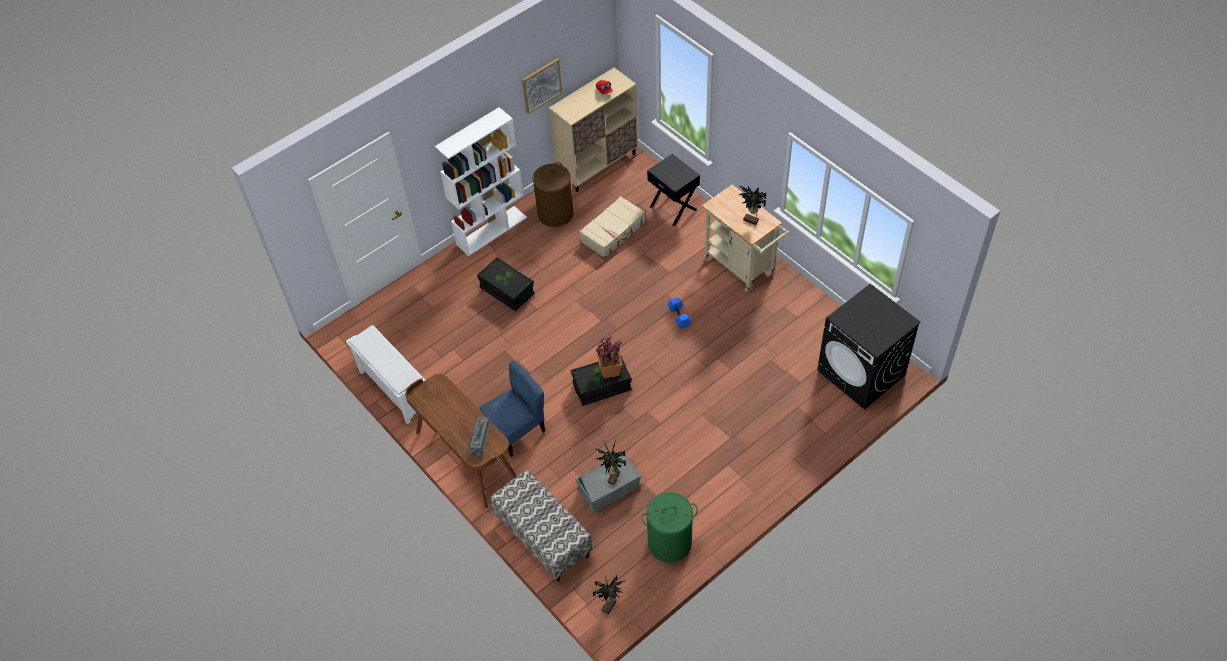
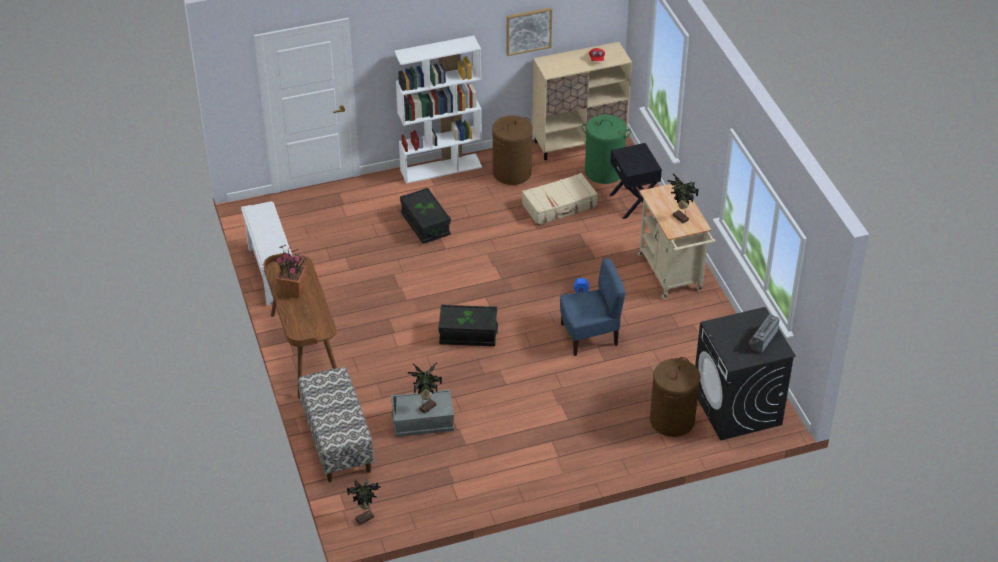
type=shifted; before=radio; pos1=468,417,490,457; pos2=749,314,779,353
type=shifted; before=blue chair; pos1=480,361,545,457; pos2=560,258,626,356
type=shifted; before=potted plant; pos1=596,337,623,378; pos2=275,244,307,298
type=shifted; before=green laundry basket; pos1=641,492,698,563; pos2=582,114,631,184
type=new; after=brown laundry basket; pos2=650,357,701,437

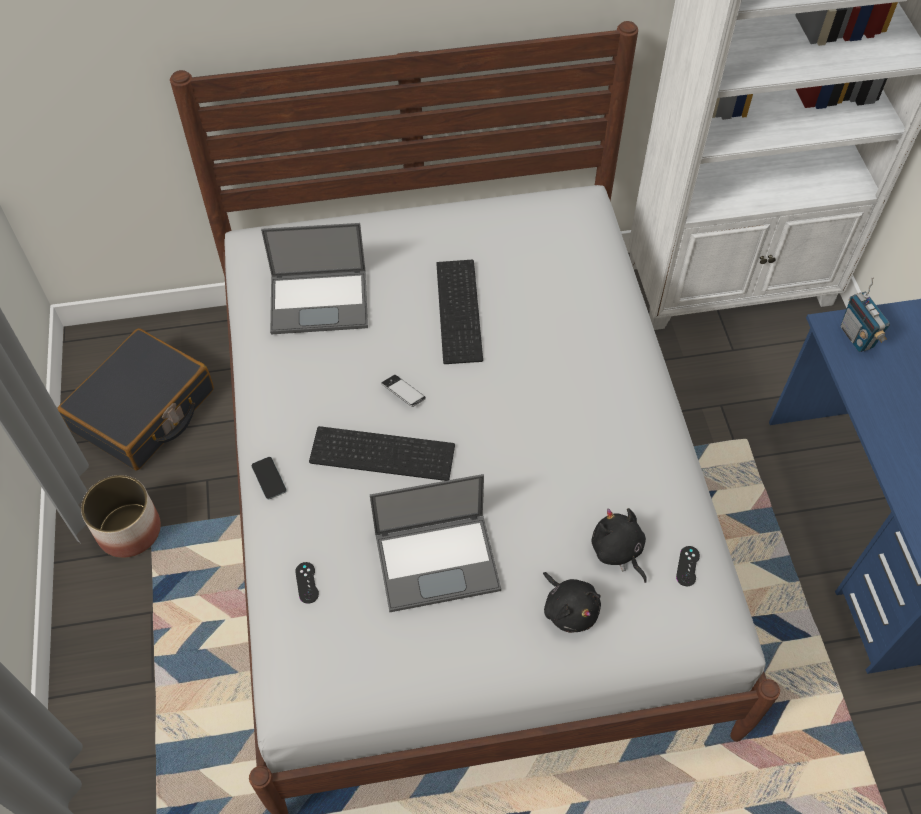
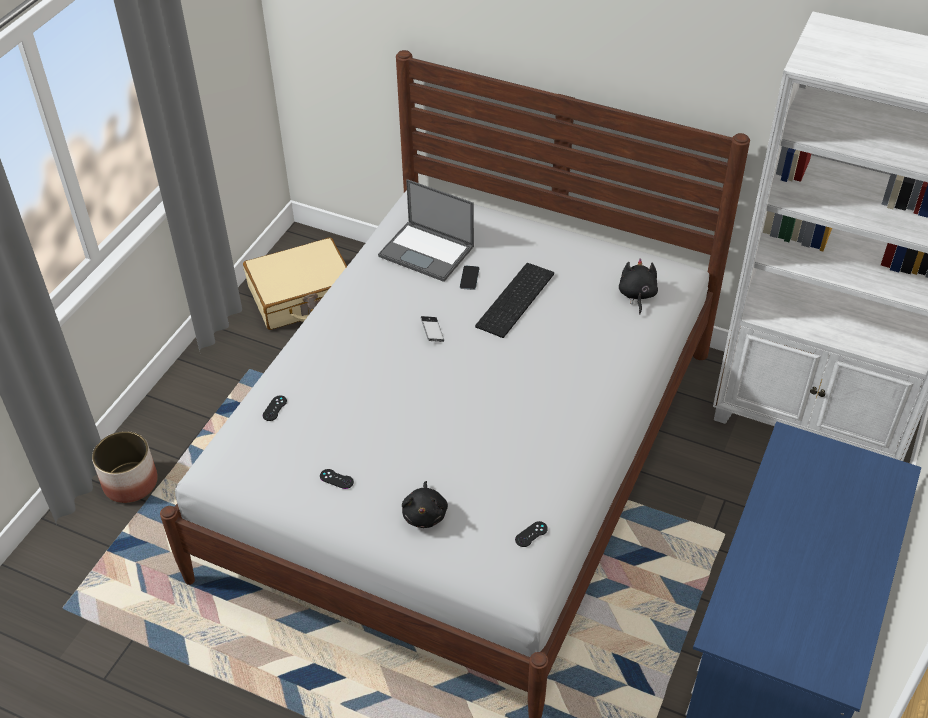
type=repainted; before=black suitcase; after=beige suitcase; pos1=57,328,214,470; pos2=243,238,347,330
type=shifted; before=planter; pos1=81,475,161,558; pos2=92,431,158,503
type=shifted; before=phone; pos1=251,457,287,499; pos2=460,266,479,290
type=gone; before=keyboard; pos1=309,426,455,481
type=gone; before=laptop; pos1=370,474,501,612
type=shifted; before=black plush toy; pos1=591,508,647,583; pos2=619,258,658,314
type=gone; before=radio; pos1=841,277,890,352
type=new; after=black game controller; pos2=320,469,354,489

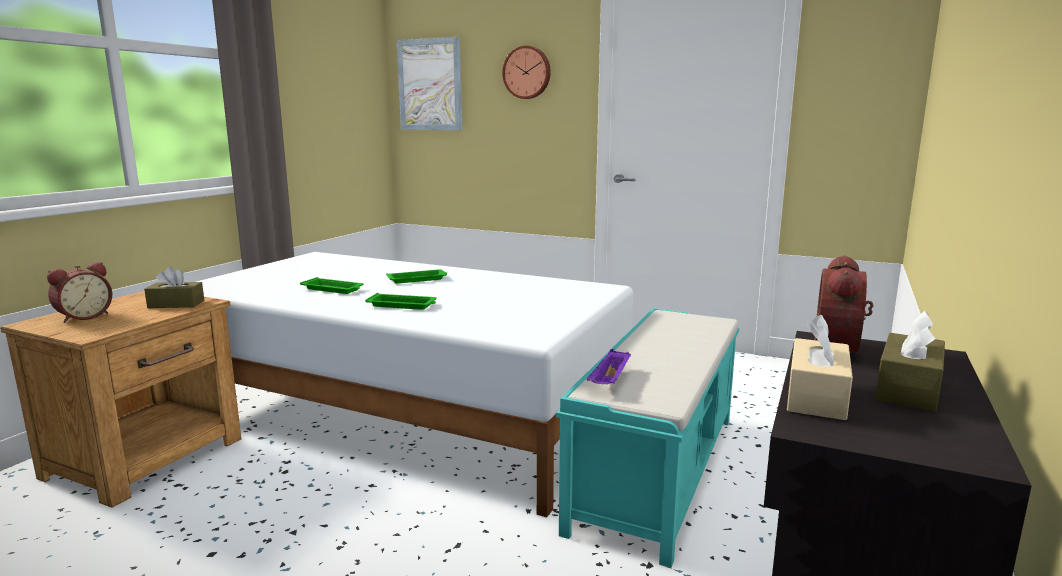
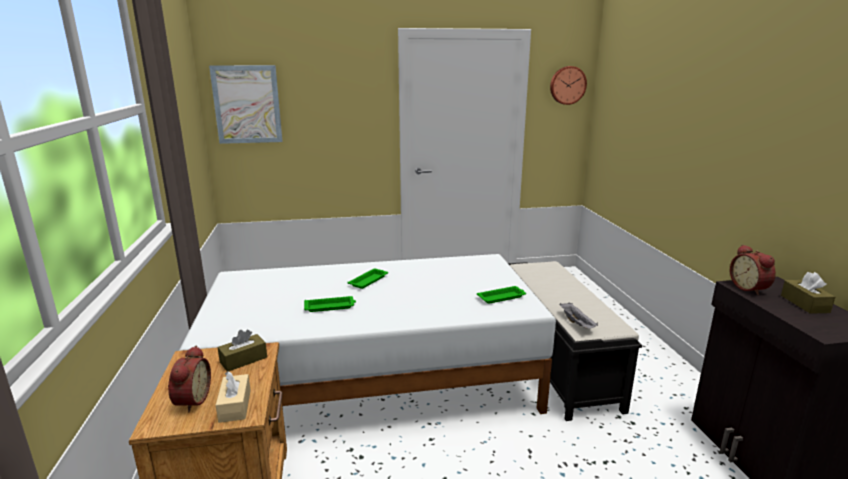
type=shifted; before=green tray; pos1=365,293,437,310; pos2=477,286,526,304
type=shifted; before=wall clock; pos1=502,45,551,99; pos2=550,66,587,105
type=repainted; before=turquoise bench; after=black bench; pos1=556,308,739,568; pos2=508,261,642,421
type=repainted; before=purple tray; after=grey tray; pos1=587,349,631,384; pos2=560,303,598,328
type=shifted; before=beige tissue box; pos1=787,315,853,420; pos2=215,371,251,423

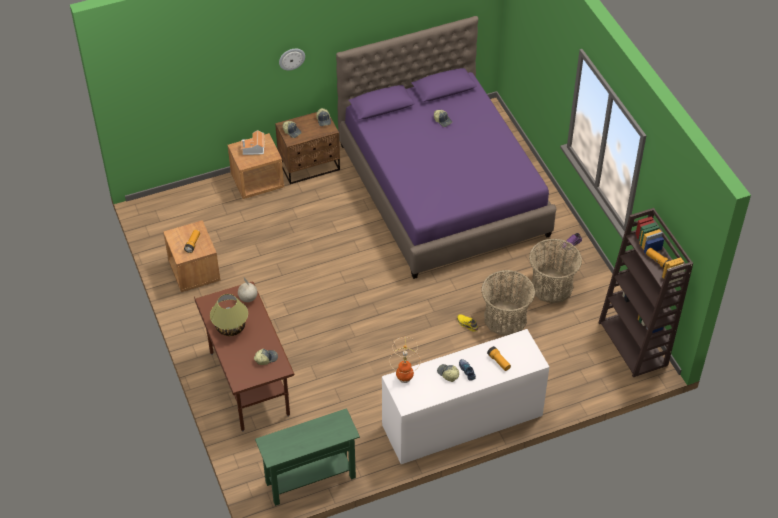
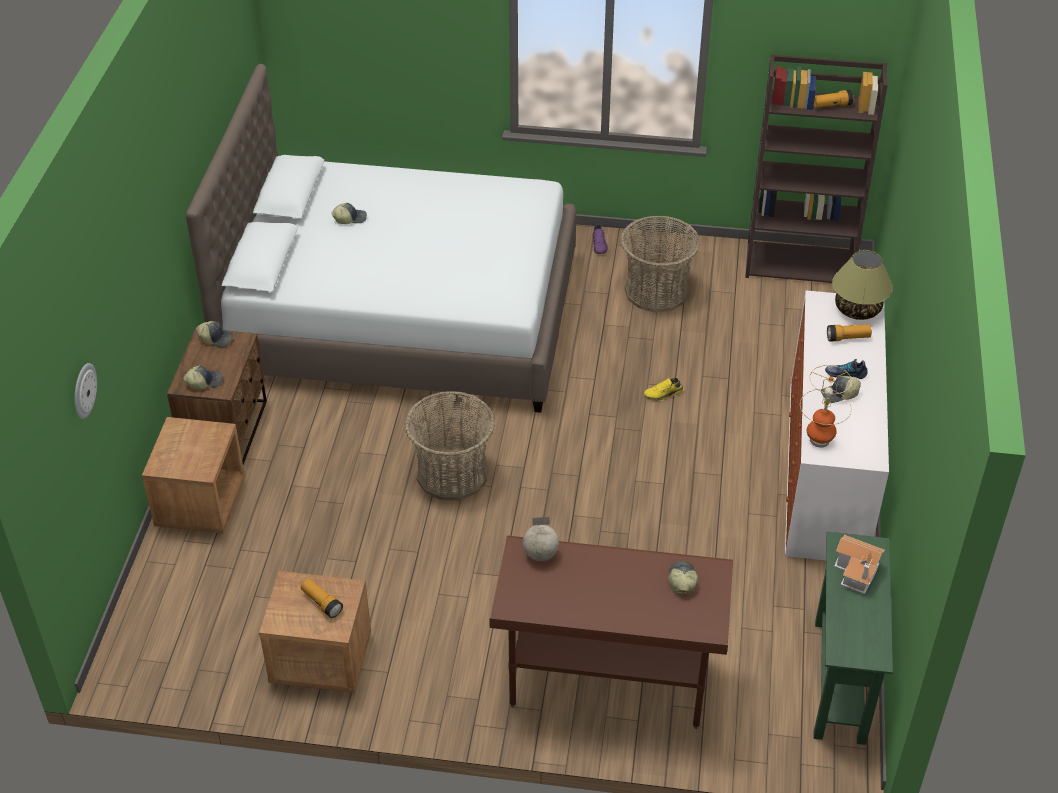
type=shifted; before=table lamp; pos1=210,294,248,336; pos2=832,250,893,320
type=shifted; before=toy house; pos1=241,130,264,155; pos2=834,535,885,595
type=shifted; before=wall clock; pos1=279,49,305,70; pos2=75,363,97,419
type=repainted; before=purple bed; after=white bed; pos1=336,16,556,279; pos2=186,64,576,413
type=shifted; before=basket; pos1=481,270,535,335; pos2=405,391,495,500

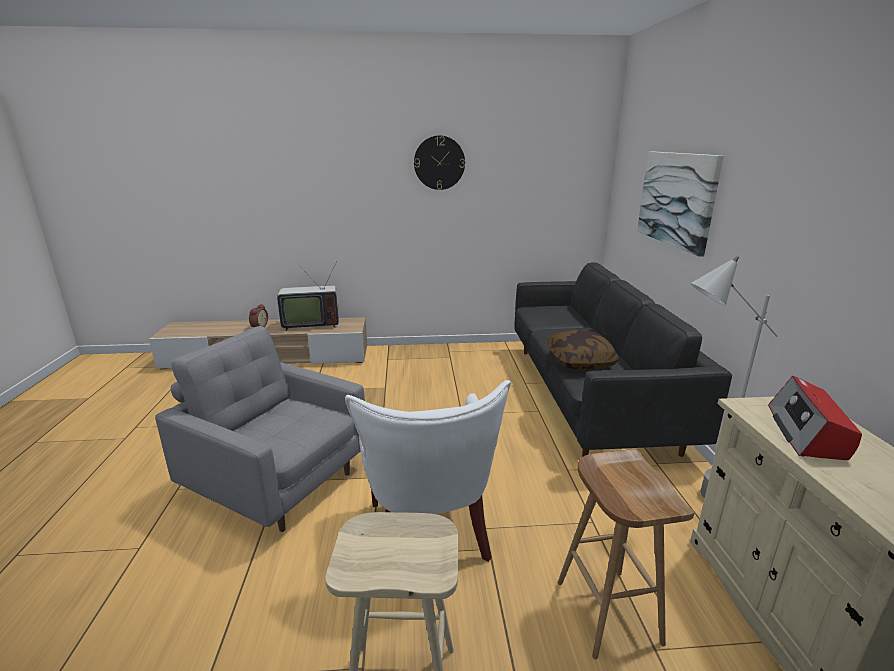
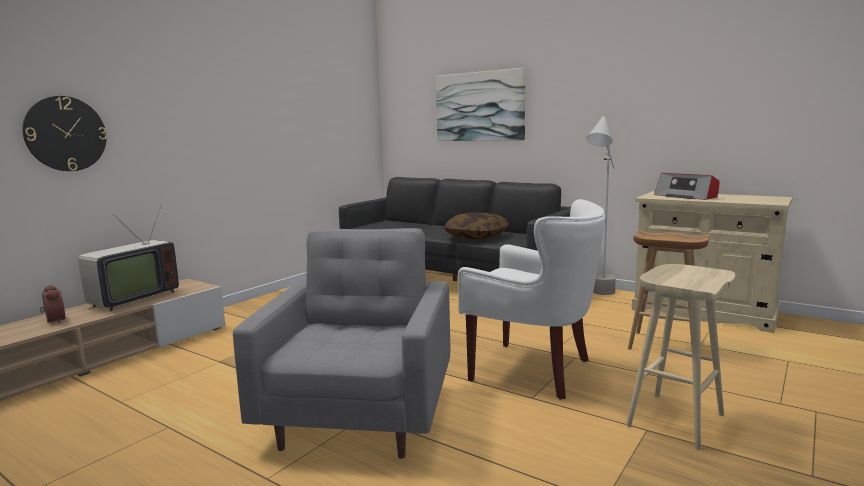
type=rotated; before=grey armchair; pos1=155,326,365,532; pos2=233,228,451,459; turn=120
type=shifted; before=wall clock; pos1=414,135,465,190; pos2=22,96,107,171

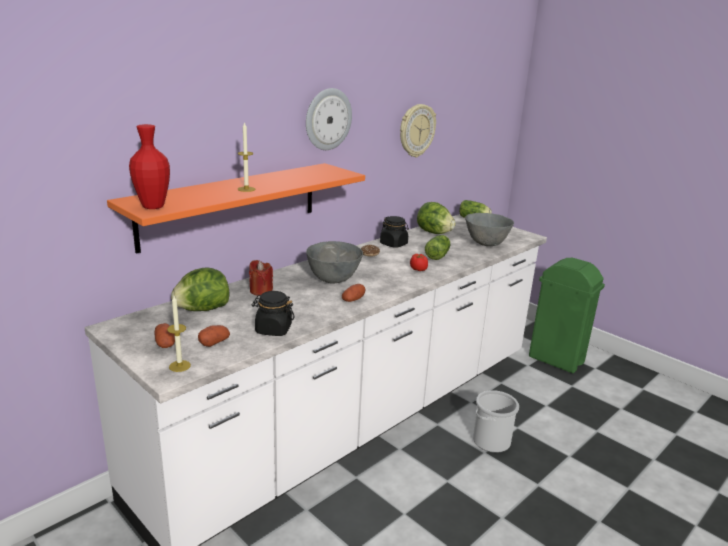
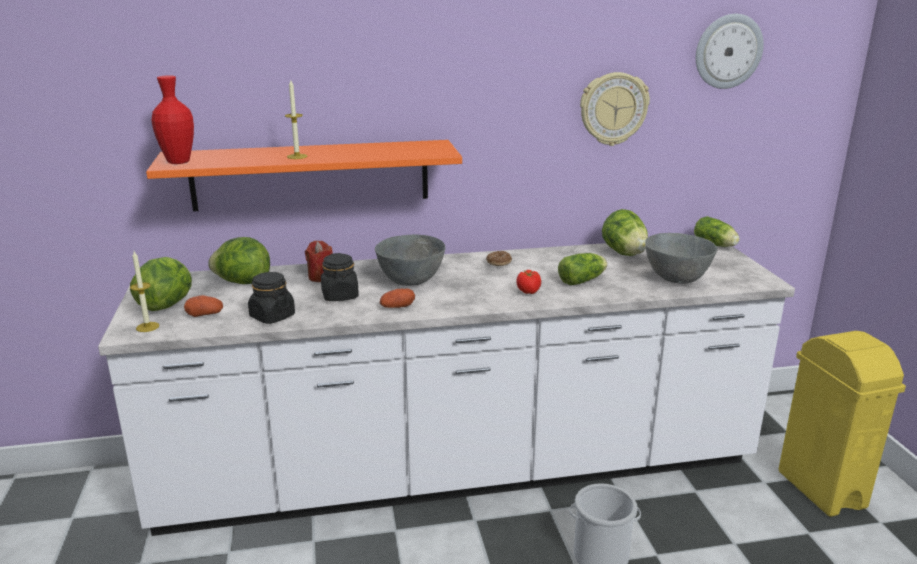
type=swapped; before=potato; after=lettuce; pos1=154,323,175,348; pos2=130,257,192,311
type=shifted; before=wall clock; pos1=306,88,352,150; pos2=696,14,764,89
type=shifted; before=black jar; pos1=380,216,409,248; pos2=321,253,359,301
type=repainted; before=green trash can; after=yellow trash can; pos1=529,258,605,373; pos2=779,331,906,517

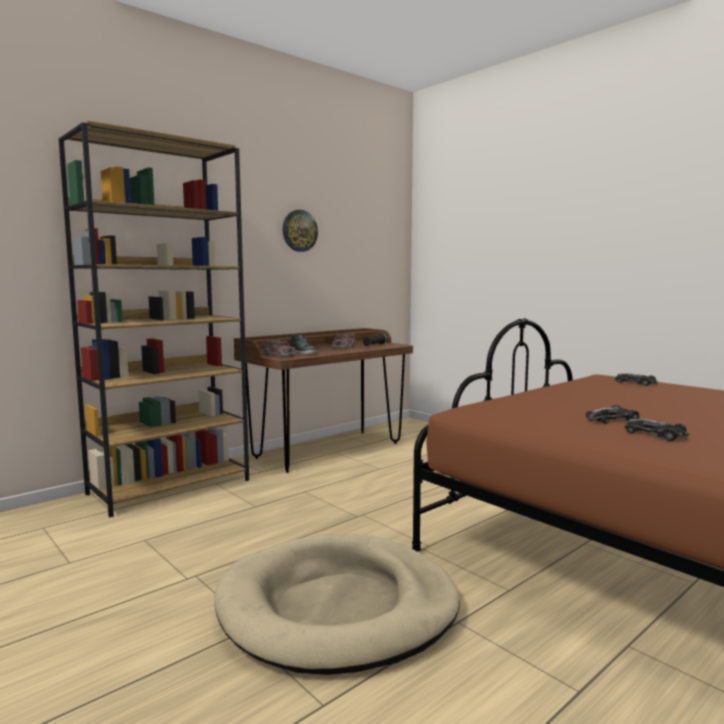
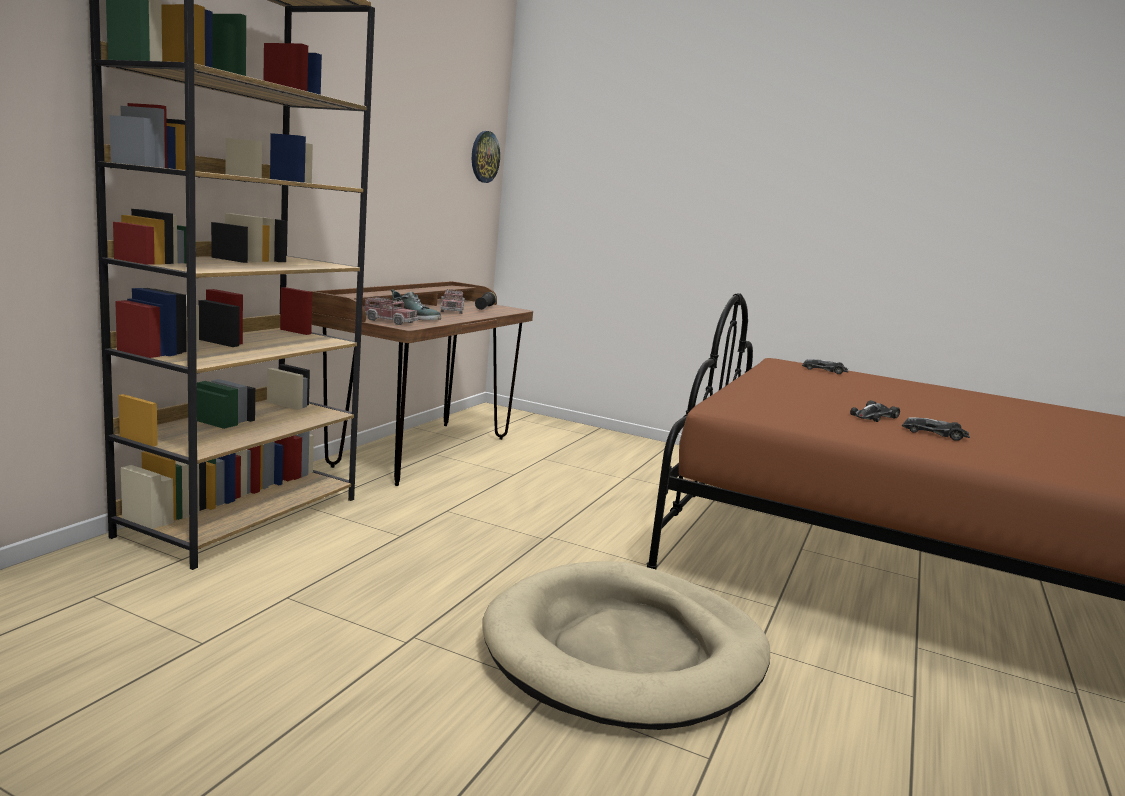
type=shifted; before=wall clock; pos1=282,210,318,252; pos2=472,131,500,183

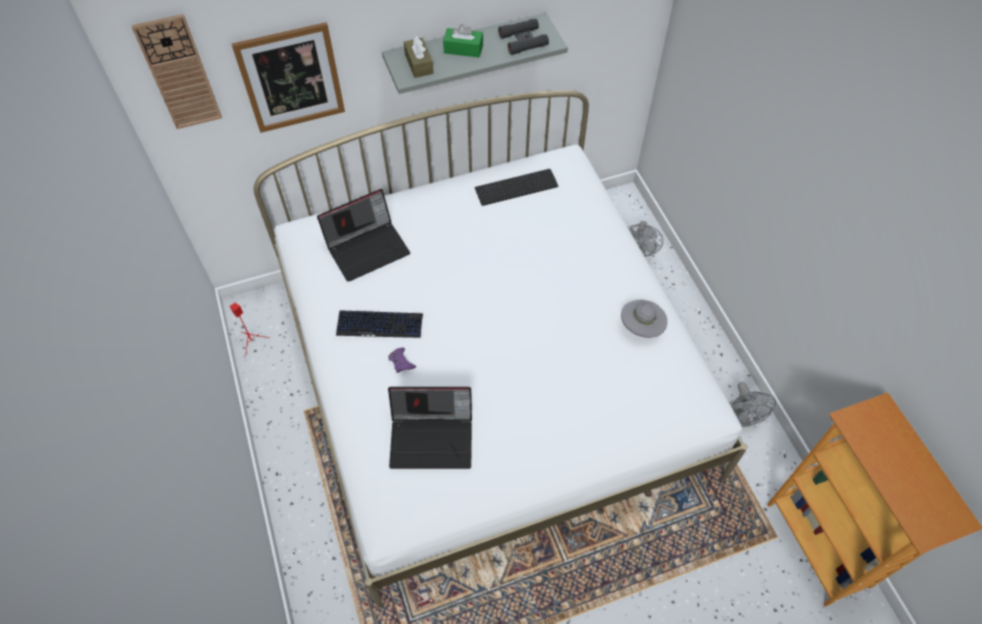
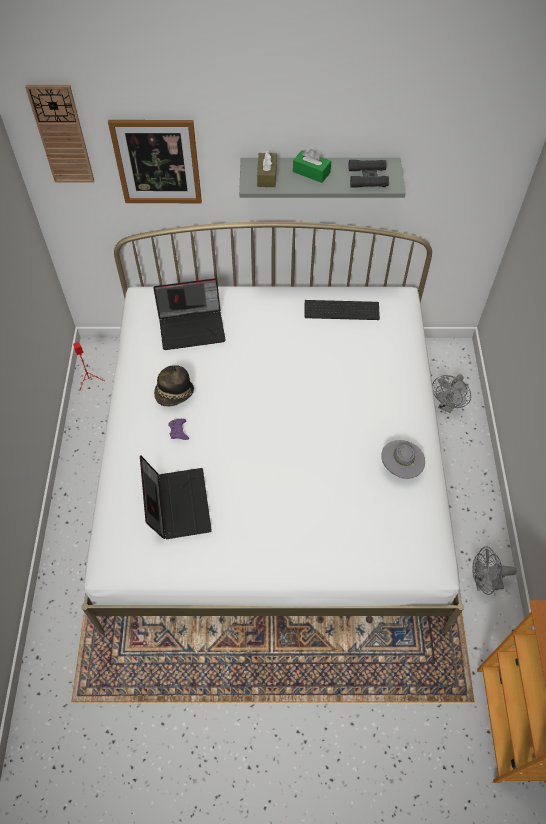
type=swapped; before=keyboard; after=hat; pos1=336,310,423,338; pos2=154,365,194,406
type=rotated; before=laptop; pos1=388,387,472,469; pos2=140,456,212,539; turn=-120
type=rotated; before=grey fan; pos1=729,382,776,427; pos2=472,546,517,595; turn=75

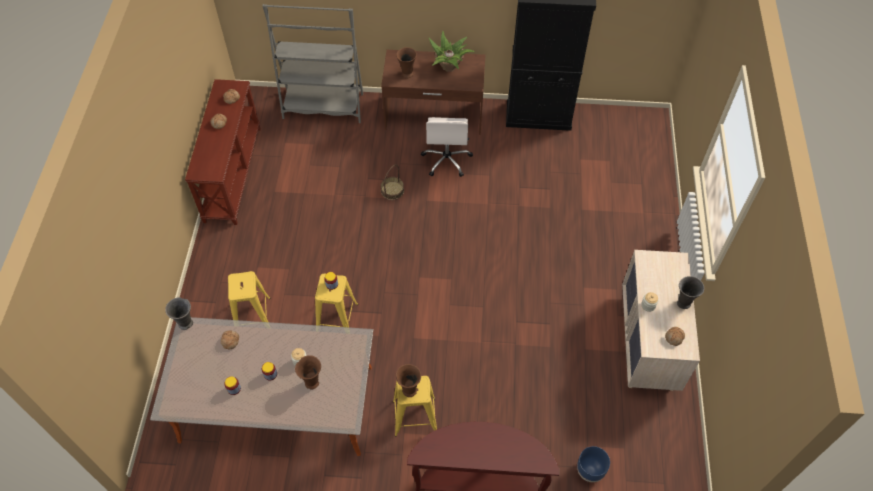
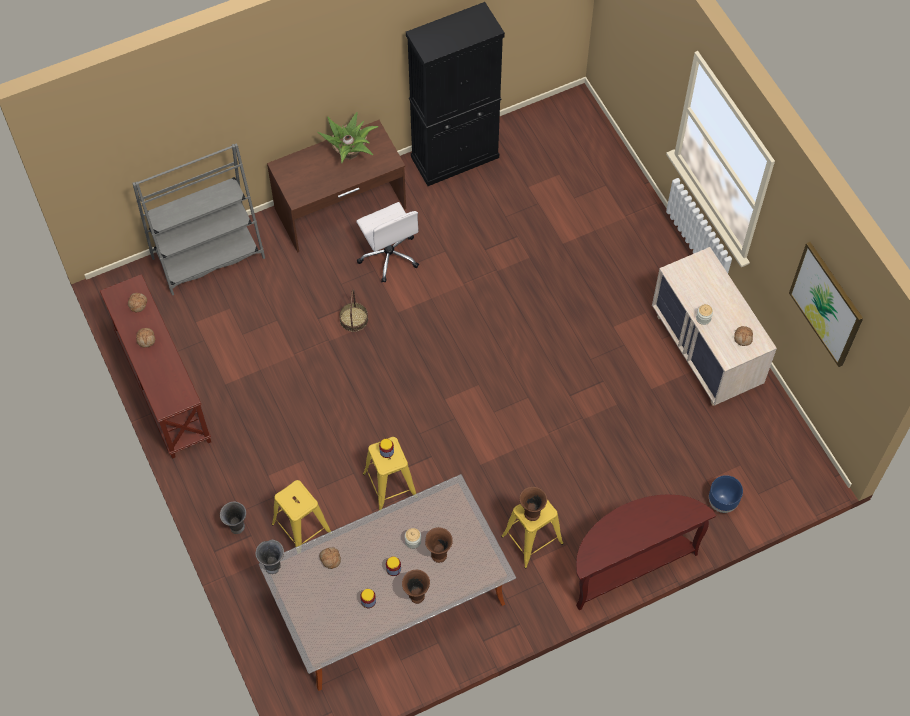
type=shifted; before=brown vase; pos1=396,47,417,78; pos2=402,570,430,604
type=shifted; before=grey vase; pos1=677,276,704,309; pos2=220,502,246,534
type=new; after=picture; pos2=789,242,863,367

